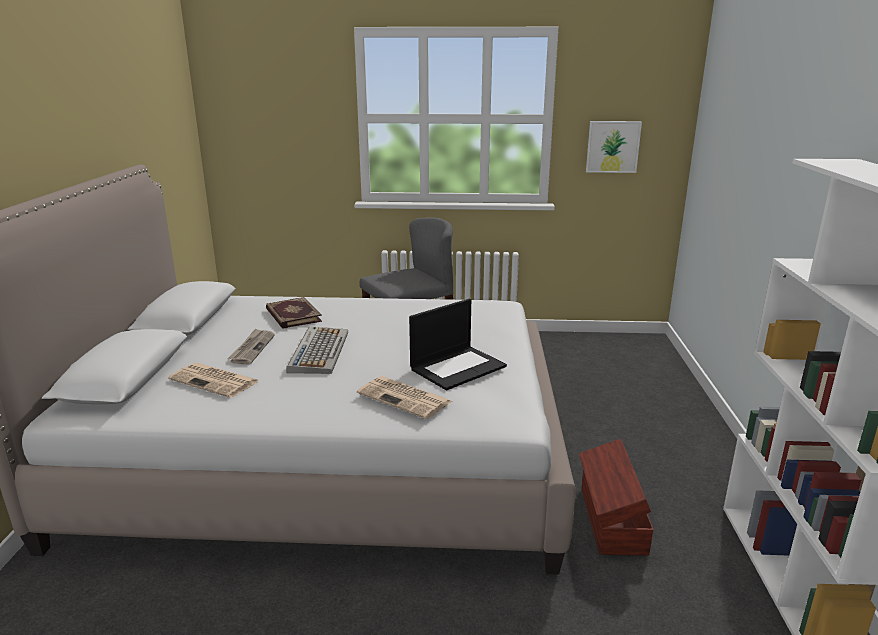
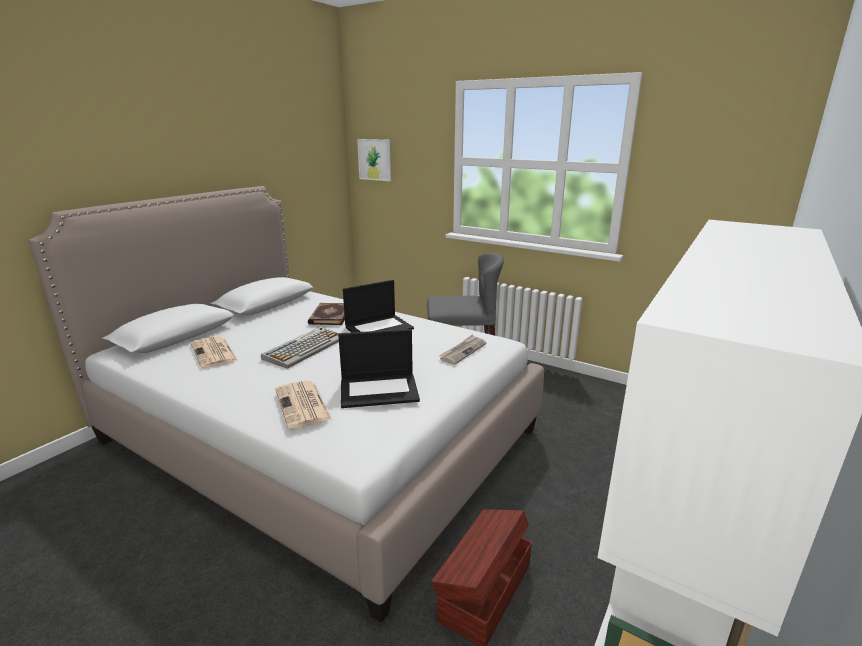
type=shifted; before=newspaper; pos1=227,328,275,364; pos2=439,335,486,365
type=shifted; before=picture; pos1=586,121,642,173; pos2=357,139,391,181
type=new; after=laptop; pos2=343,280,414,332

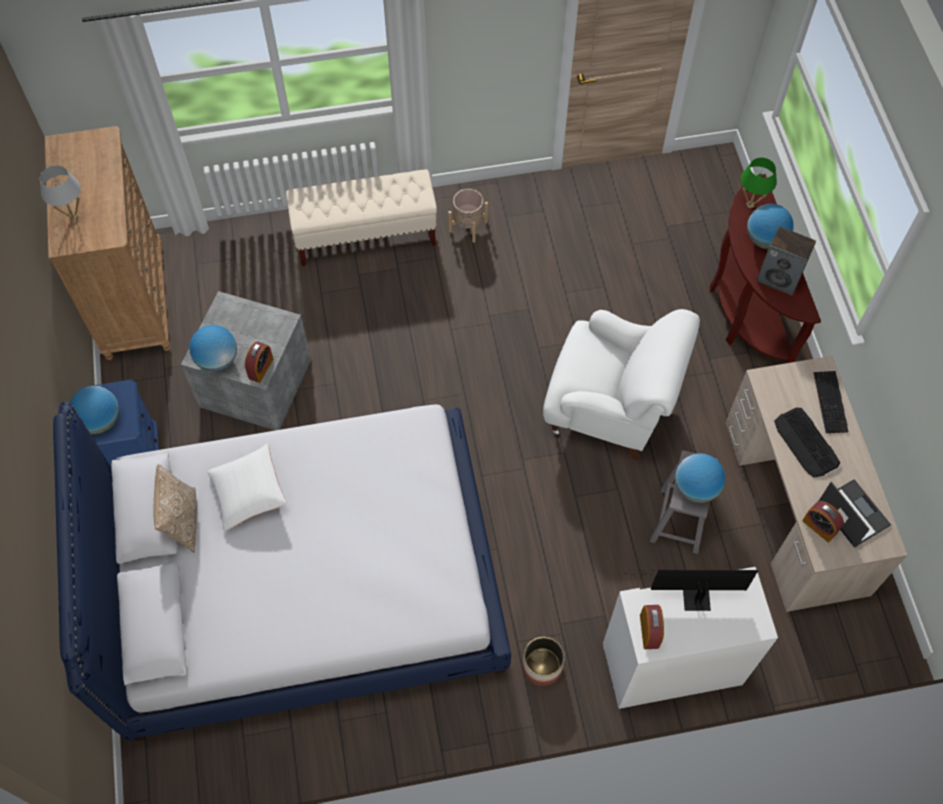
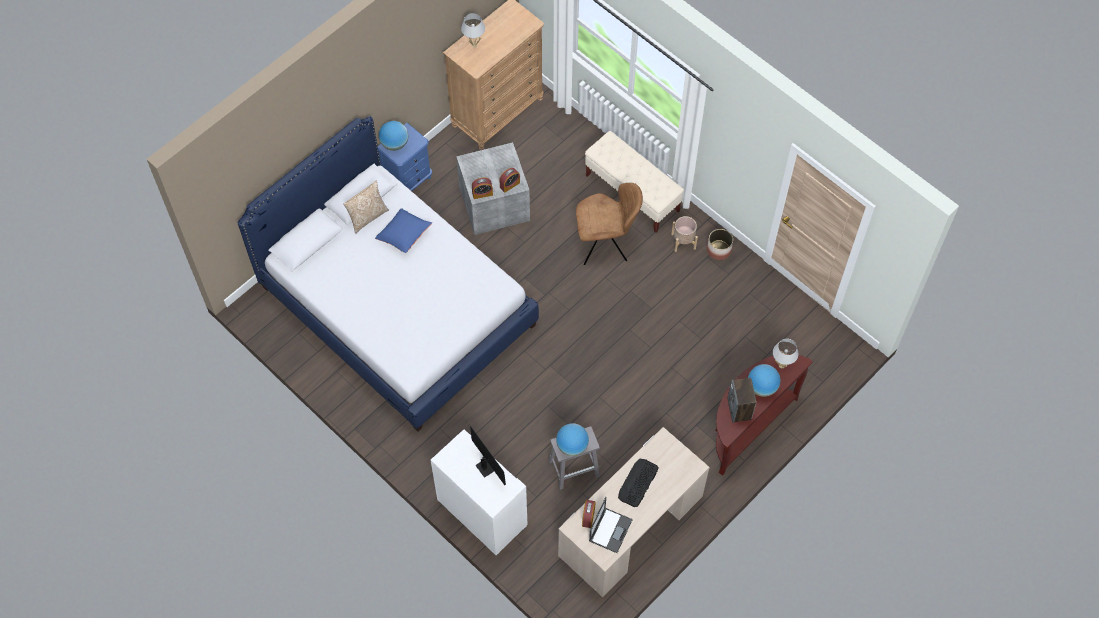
type=gone; before=globe; pos1=189,325,237,371
type=repainted; before=white pillow; after=blue pillow; pos1=207,443,287,532; pos2=375,208,432,253
type=shifted; before=planter; pos1=522,637,565,686; pos2=707,229,733,260
type=gone; before=white armchair; pos1=543,309,700,461
type=shifted; before=alarm clock; pos1=640,605,664,649; pos2=499,168,520,193
type=repainted; before=green table lamp; after=white table lamp; pos1=741,158,777,208; pos2=773,339,799,368
type=gone; before=keyboard; pos1=814,371,848,433
type=new; after=brown chair; pos2=576,183,643,265

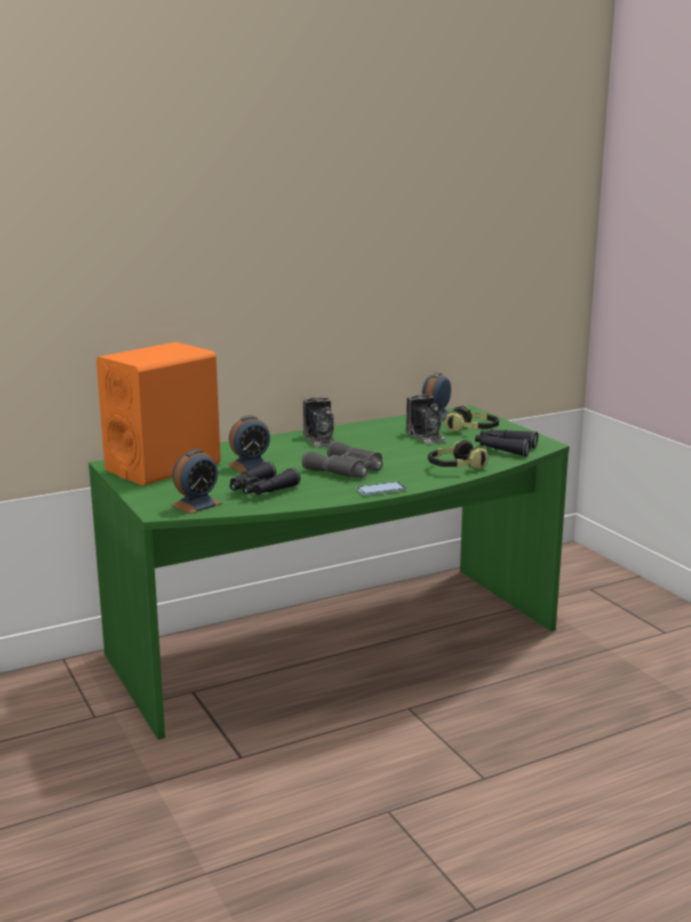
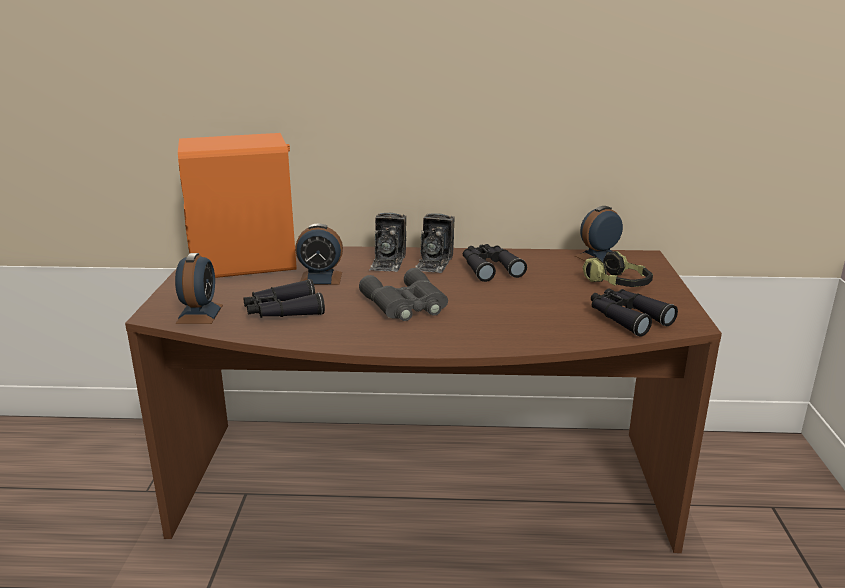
type=repainted; before=green desk; after=brown desk; pos1=88,405,569,740; pos2=125,246,722,553
type=rotated; before=alarm clock; pos1=171,449,222,514; pos2=175,253,223,324; turn=-75
type=gone; before=phone; pos1=356,481,406,496
type=shifted; before=photo camera; pos1=406,394,448,444; pos2=369,213,406,272
type=gone; before=headphones; pos1=428,439,489,469
type=new; after=black binoculars; pos2=463,244,527,282

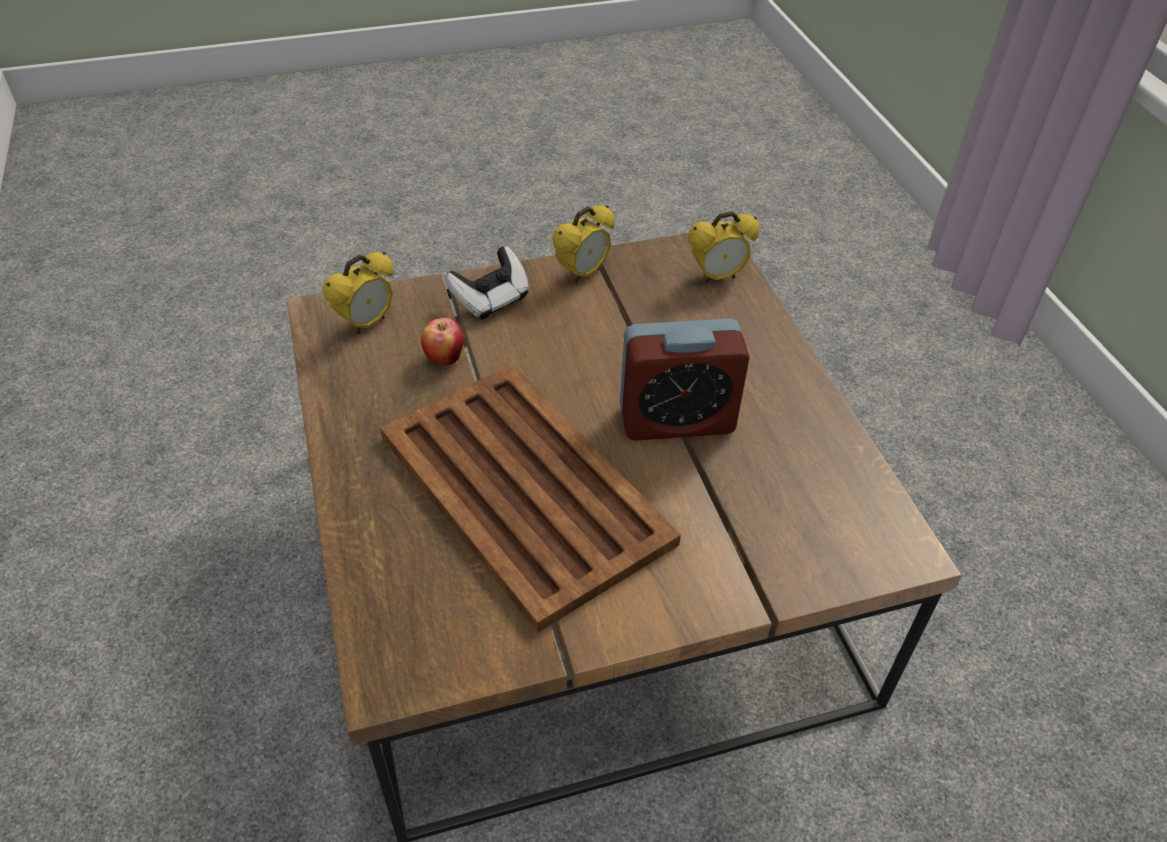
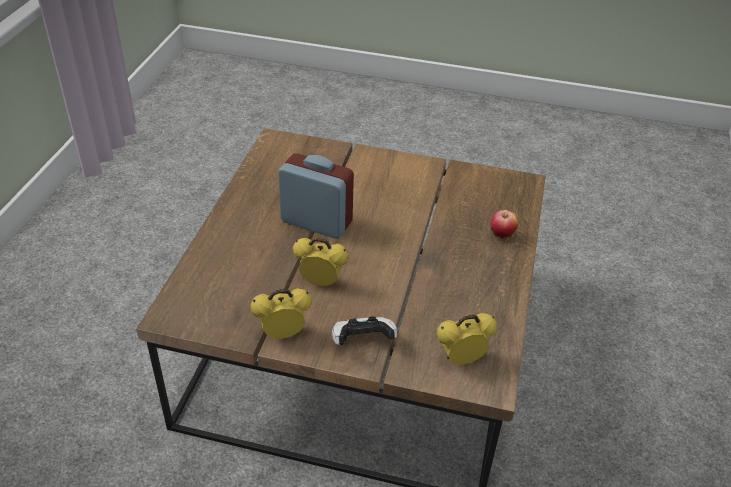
type=gone; before=brown tray; pos1=380,364,681,632
type=shifted; before=apple; pos1=421,318,464,366; pos2=491,210,519,238
type=shifted; before=alarm clock; pos1=688,211,760,284; pos2=293,238,349,286

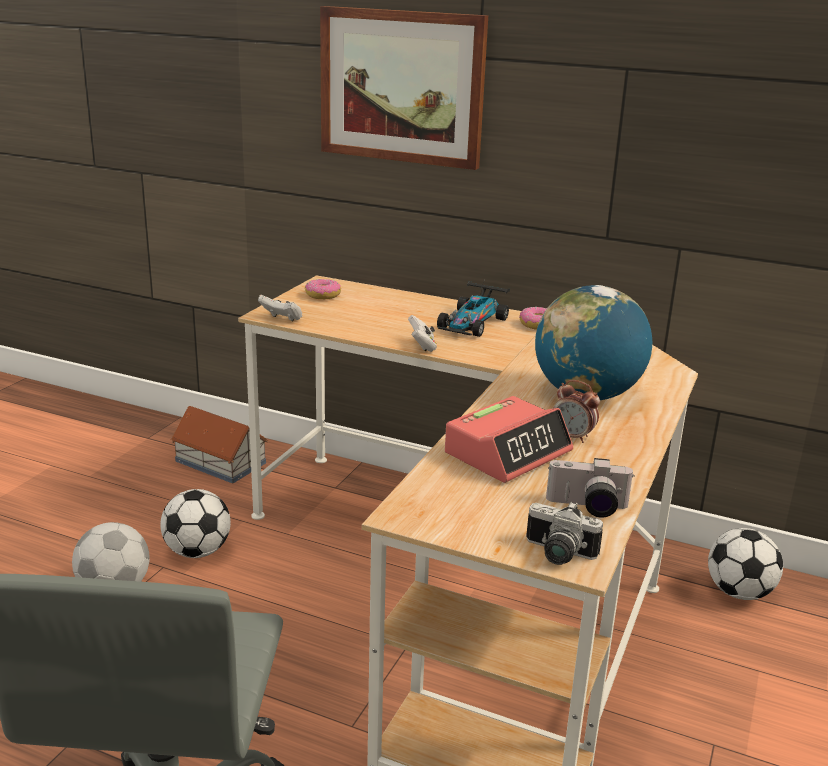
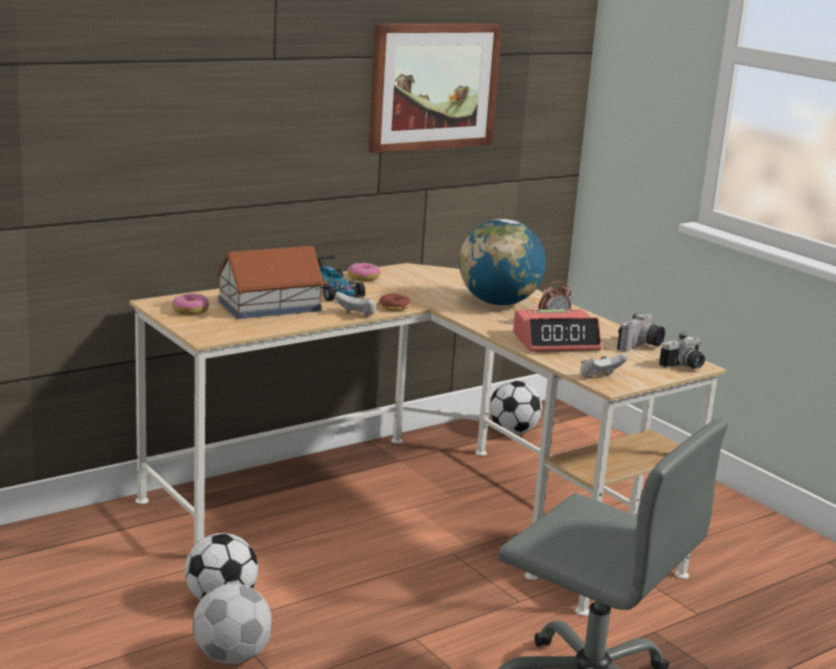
type=shifted; before=toy house; pos1=171,406,269,483; pos2=216,246,326,319
type=shifted; before=white game controller; pos1=258,295,302,321; pos2=580,353,628,378
type=shifted; before=picture; pos1=320,6,488,170; pos2=368,23,502,153
type=rotated; before=alarm clock; pos1=445,396,573,483; pos2=513,309,602,352; turn=90
type=new; after=donut; pos2=379,293,410,311

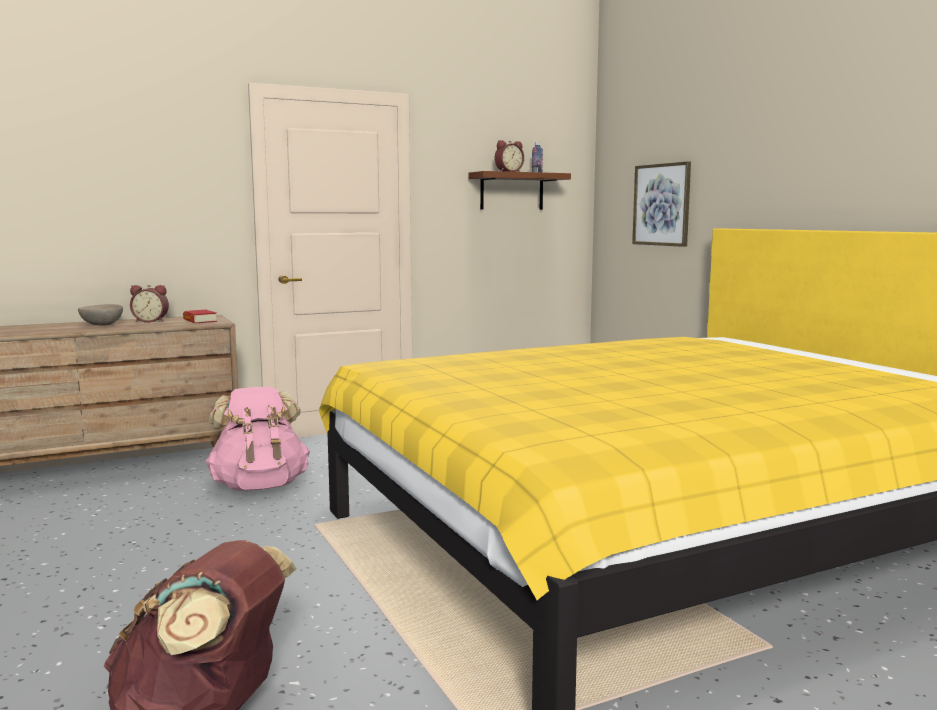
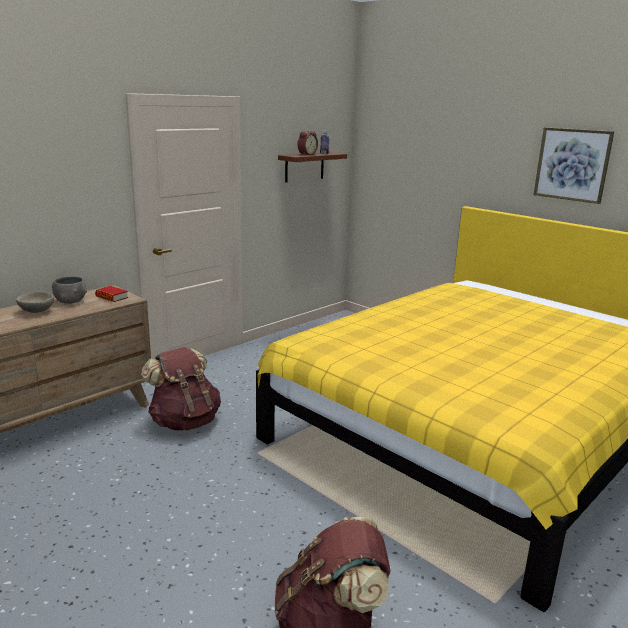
type=swapped; before=alarm clock; after=grey bowl; pos1=130,285,169,322; pos2=52,277,87,304
type=repainted; before=pink backpack; after=brown backpack; pos1=206,386,310,491; pos2=141,347,221,431
type=shifted; before=picture; pos1=632,161,691,247; pos2=534,127,614,204

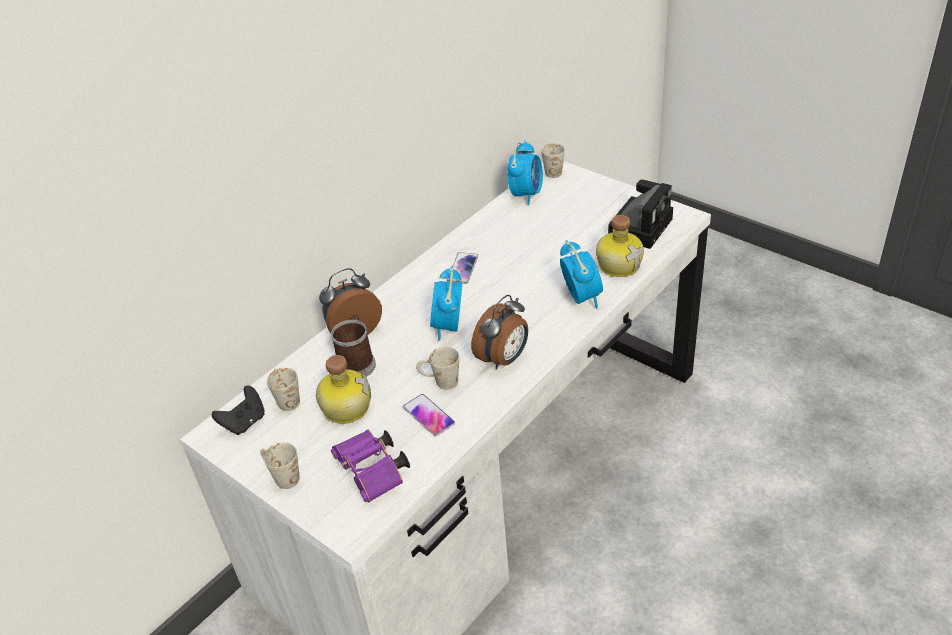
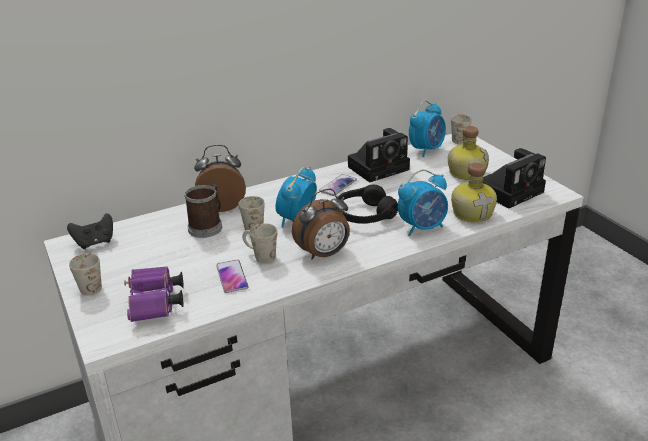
type=shifted; before=white mug; pos1=267,368,300,411; pos2=239,196,265,230
type=shifted; before=bottle; pos1=316,355,371,424; pos2=448,126,489,180
type=rotated; before=alarm clock; pos1=560,240,603,308; pos2=398,170,448,236; turn=60
type=new; after=black headphones; pos2=336,185,398,224
type=new; after=photo camera; pos2=348,128,410,182

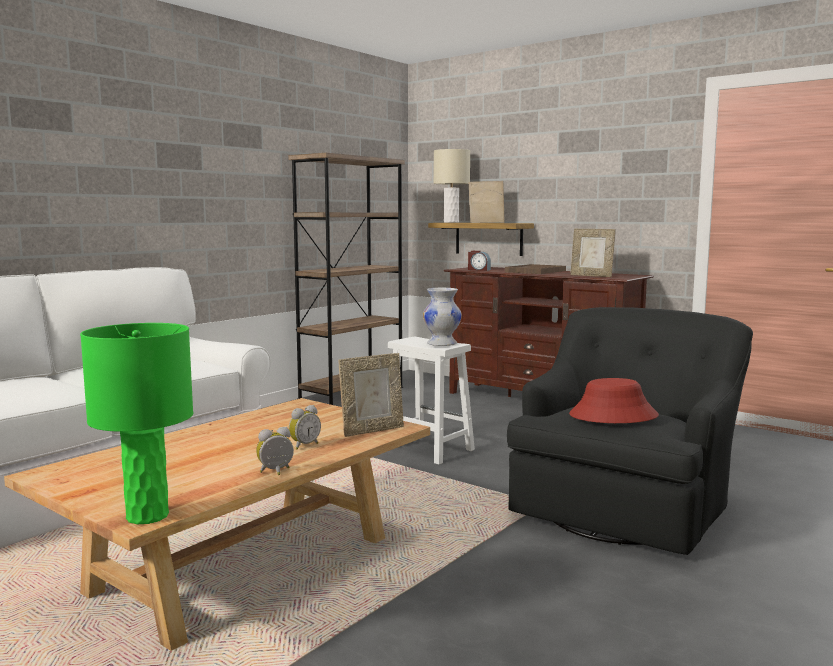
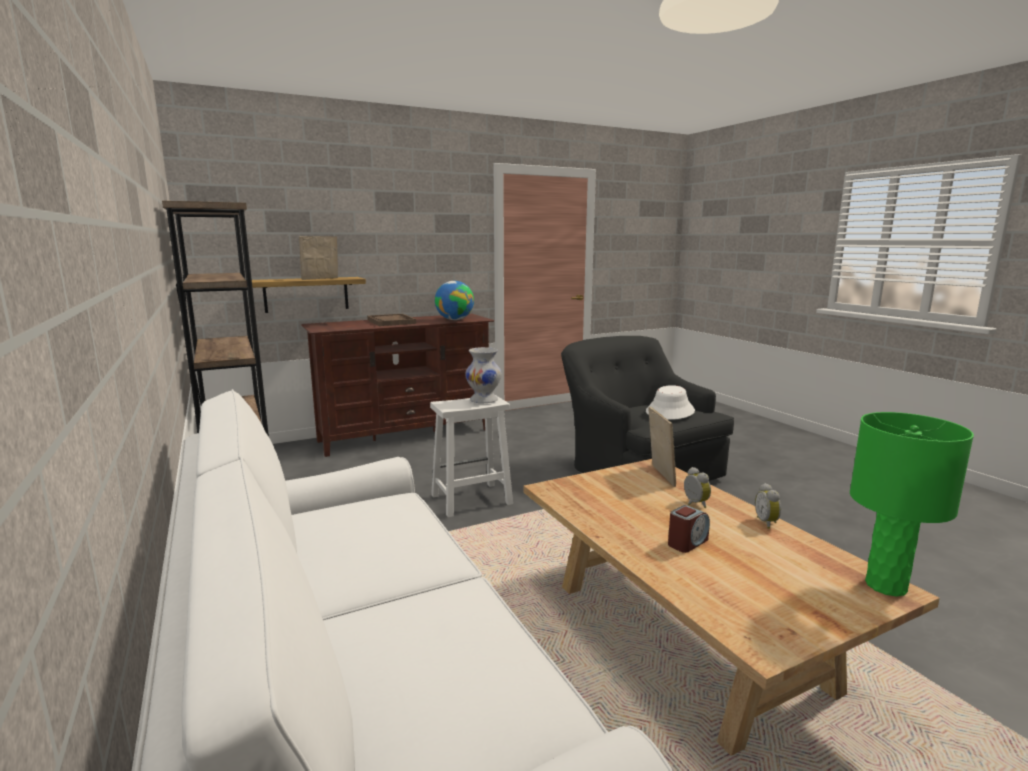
type=gone; before=beige table lamp; pos1=434,149,470,223
type=shifted; before=alarm clock; pos1=468,251,491,271; pos2=668,505,710,553
type=repainted; before=red hat; after=white hat; pos1=569,378,659,423; pos2=646,385,695,420
type=swapped; before=picture frame; after=globe; pos1=570,229,616,277; pos2=435,281,474,320

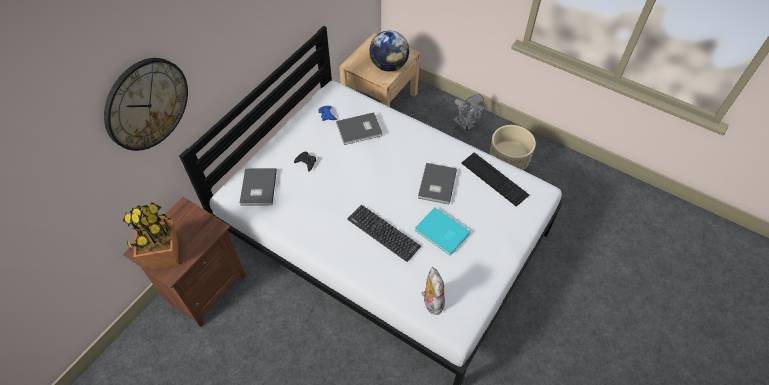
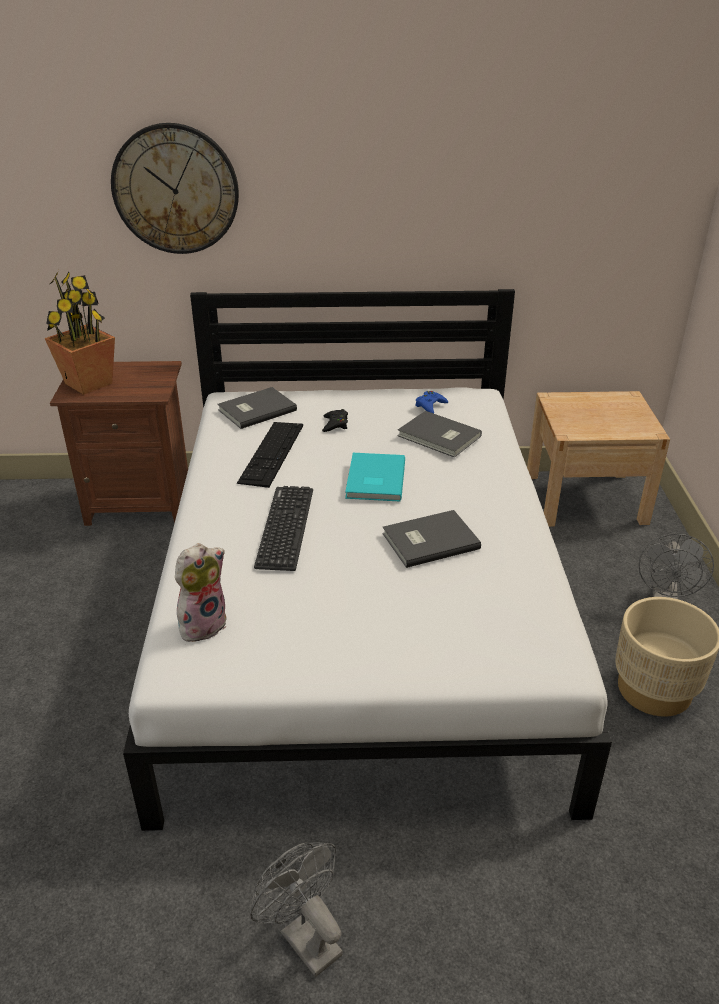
type=gone; before=globe; pos1=369,31,409,72
type=shifted; before=turquoise book; pos1=415,207,471,256; pos2=345,453,405,502
type=shifted; before=keyboard; pos1=461,152,529,207; pos2=237,422,303,488
type=new; after=grey fan; pos2=250,842,343,977

